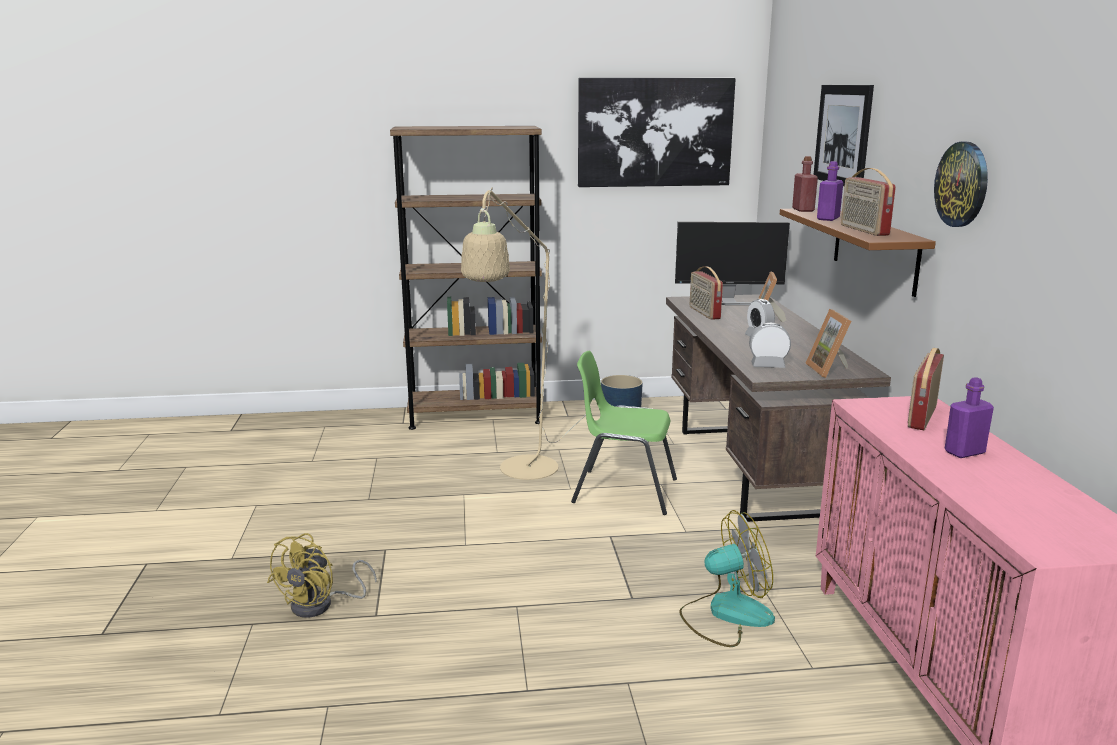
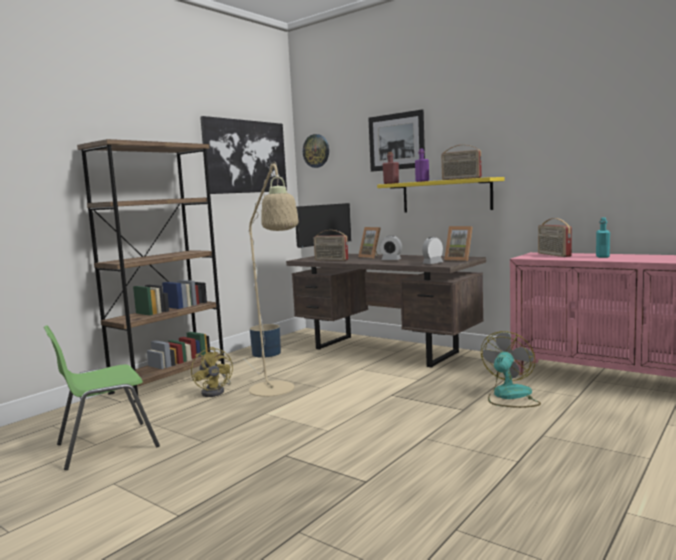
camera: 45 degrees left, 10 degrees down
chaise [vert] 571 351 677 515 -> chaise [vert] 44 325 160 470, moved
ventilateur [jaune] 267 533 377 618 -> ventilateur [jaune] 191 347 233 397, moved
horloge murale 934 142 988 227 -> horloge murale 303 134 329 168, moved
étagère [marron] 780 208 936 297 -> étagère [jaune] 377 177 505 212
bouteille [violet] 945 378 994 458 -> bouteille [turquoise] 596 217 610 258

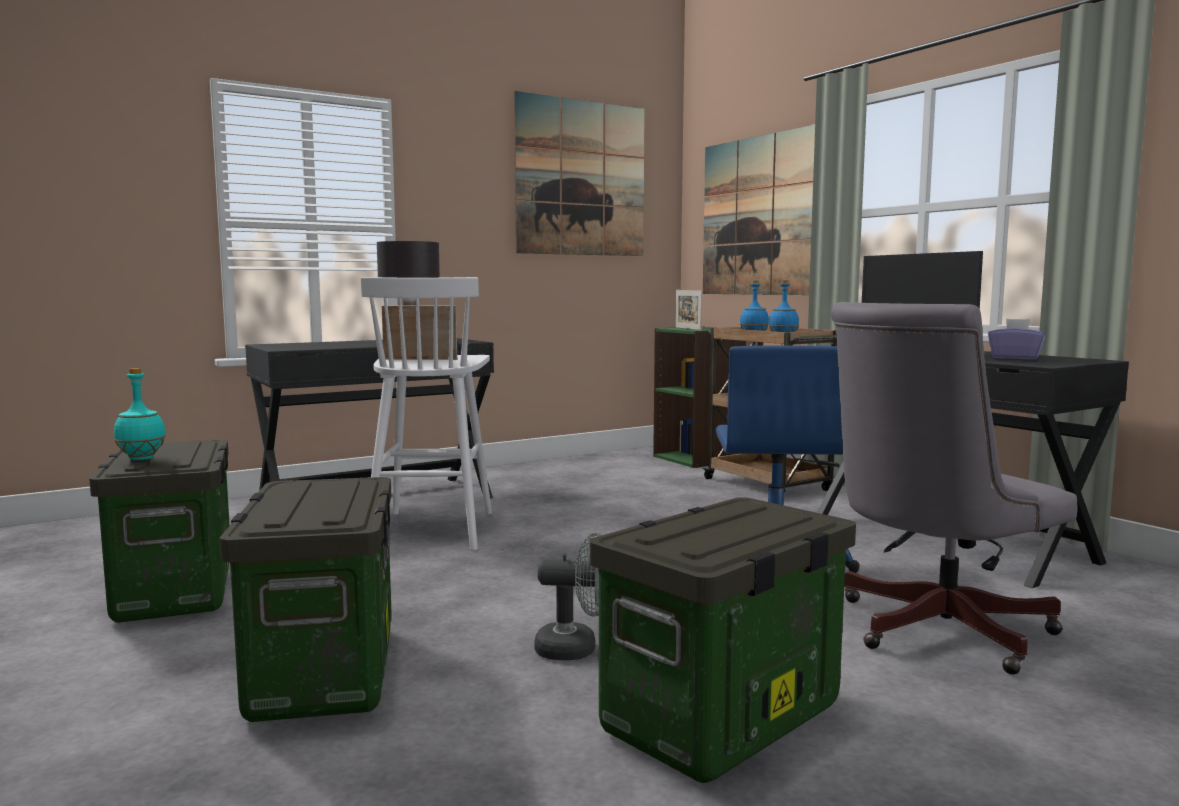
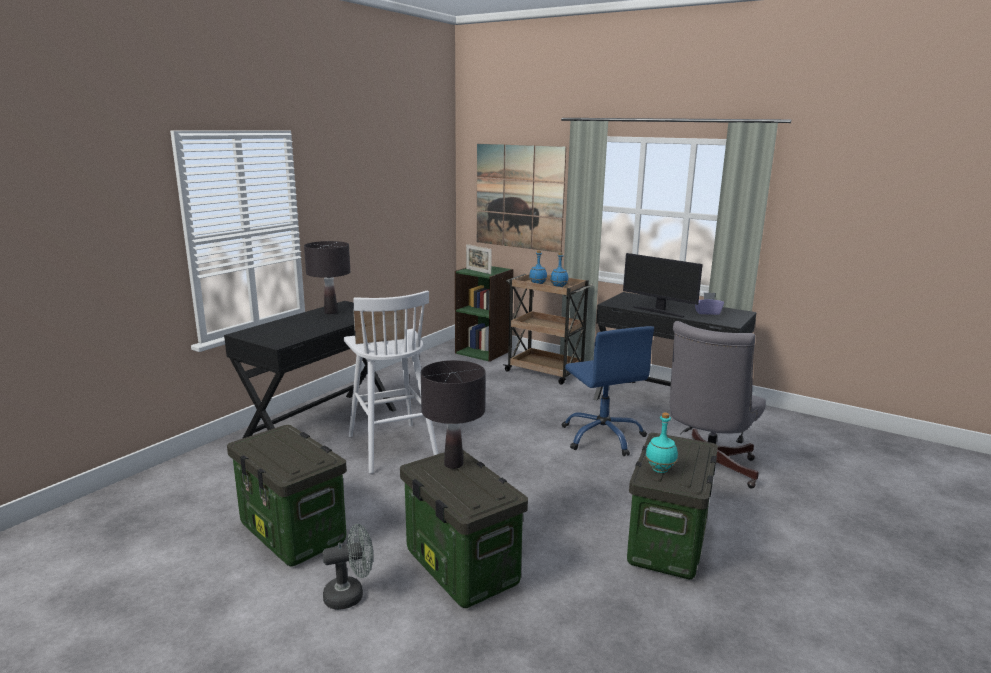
camera: 25 degrees left, 10 degrees up
ventilateur [gris] 534 533 602 660 -> ventilateur [gris] 322 524 373 610, moved
none -> lampe de table [noir] 421 360 486 469
bouteille [turquoise] 114 368 166 460 -> bouteille [turquoise] 646 413 678 473, moved
tableau 514 91 645 256 -> none

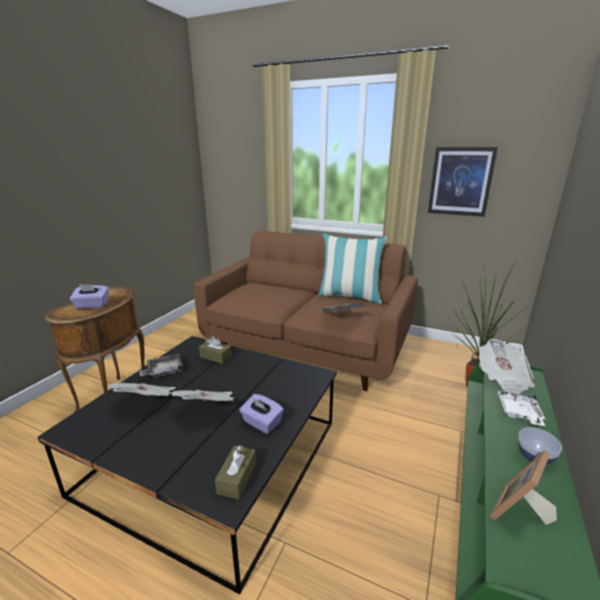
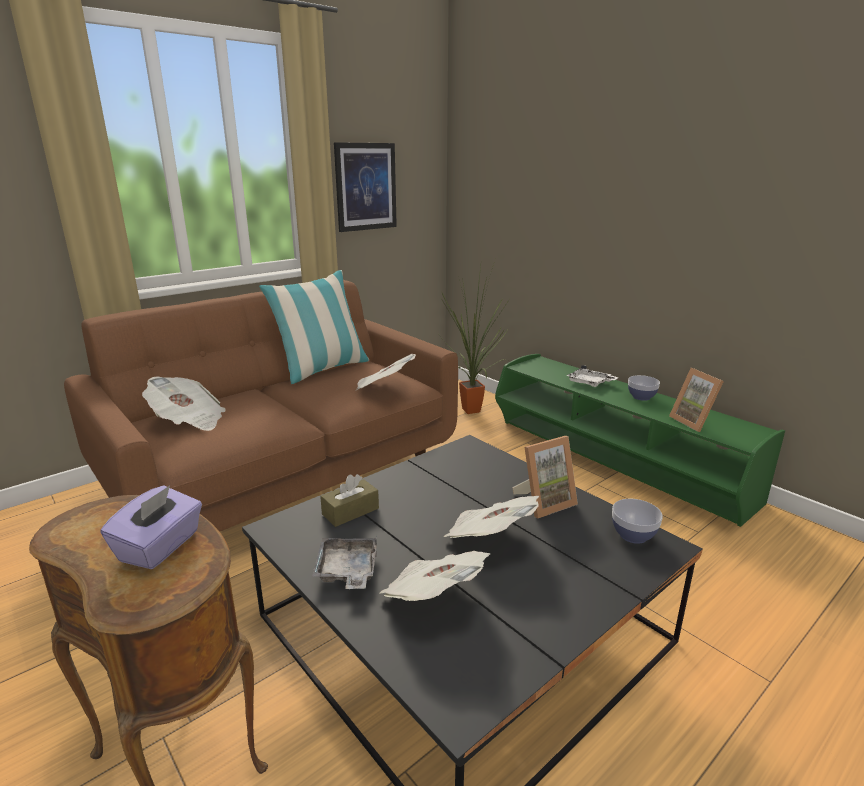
camera: 65 degrees left, 0 degrees up
journal 479 339 535 394 -> journal 142 376 226 431, moved
boîte à mouchoirs [violet] 239 394 284 434 -> cadre photo 512 436 578 518
boîte à mouchoirs [marron] 215 445 256 500 -> bol 612 499 663 544

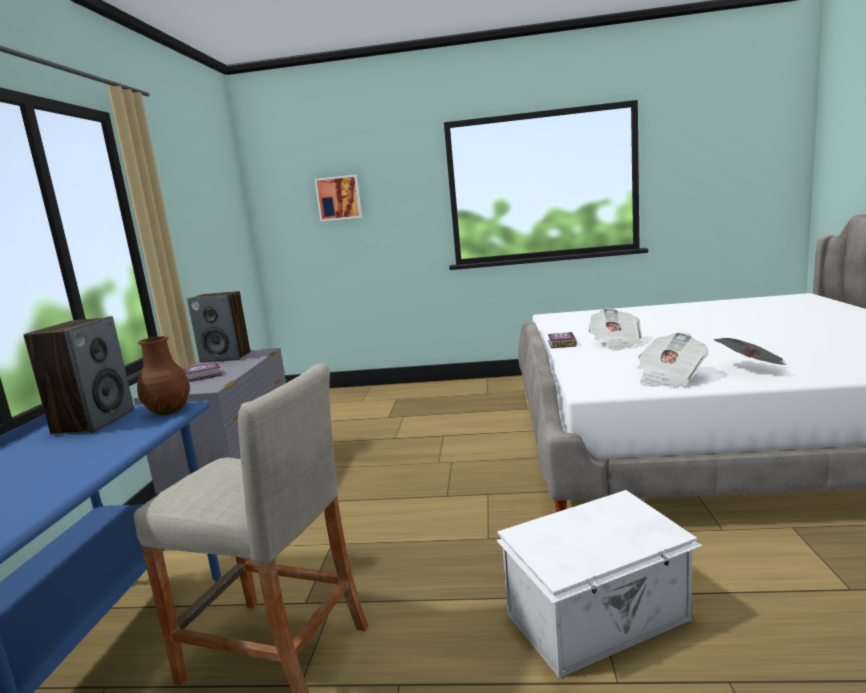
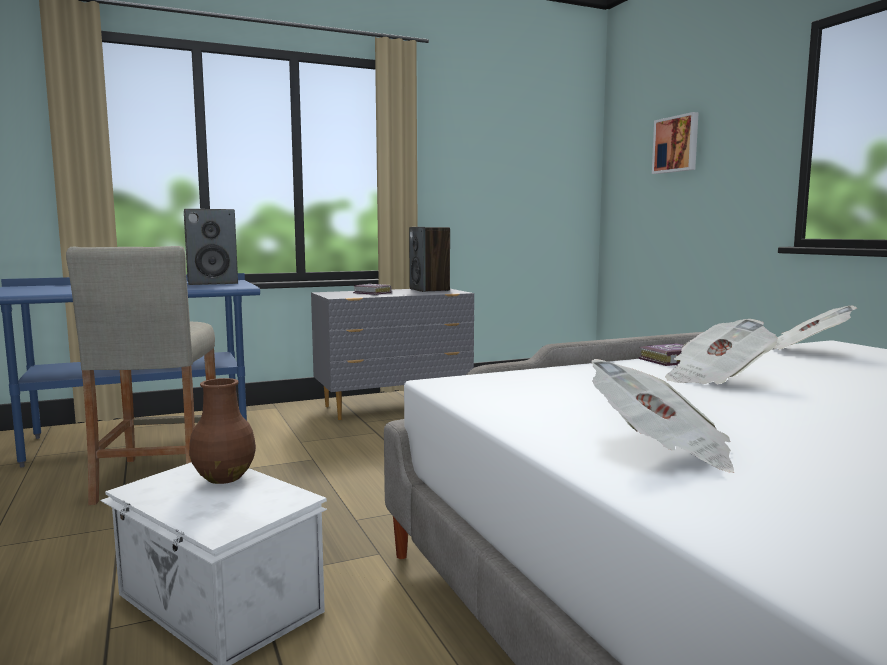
camera: 60 degrees right, 5 degrees down
vase [marron] 137 336 190 415 -> vase [marron] 189 378 256 484, moved
journal 637 332 709 387 -> journal 772 306 857 350, moved

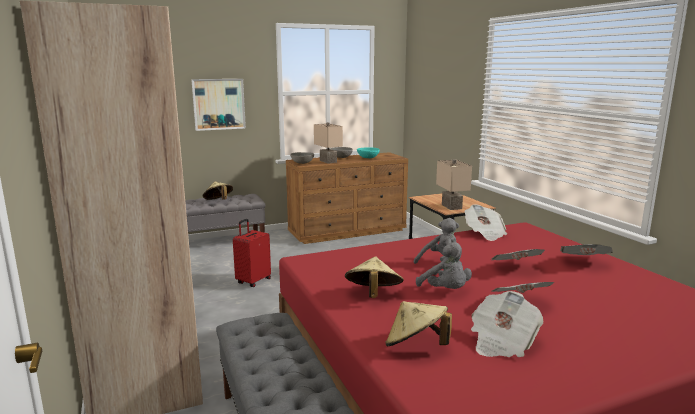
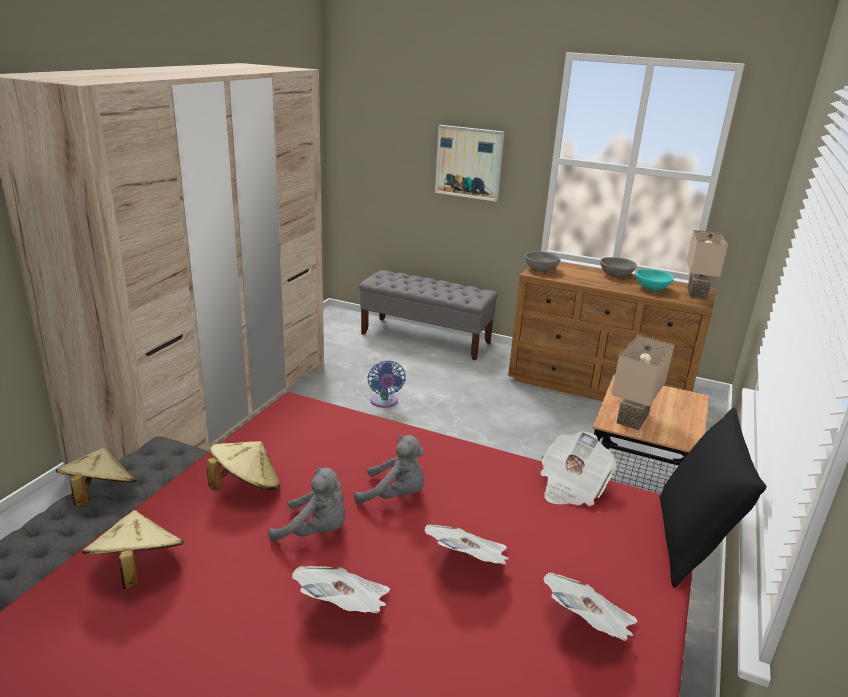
camera: 45 degrees right, 10 degrees up
chapeau [beige] 203 181 233 200 -> chapeau [beige] 56 447 137 507, moved
peluche [gris] 416 242 472 289 -> peluche [gris] 268 468 345 542, 90 degrees counterclockwise
valise [rouge] 233 219 271 287 -> ventilateur [bleu] 367 361 406 408
none -> coussin [noir] 660 407 767 588
lampe de table [beige] 314 122 343 164 -> lampe de table [beige] 687 230 728 299, moved
journal 471 291 543 357 -> none

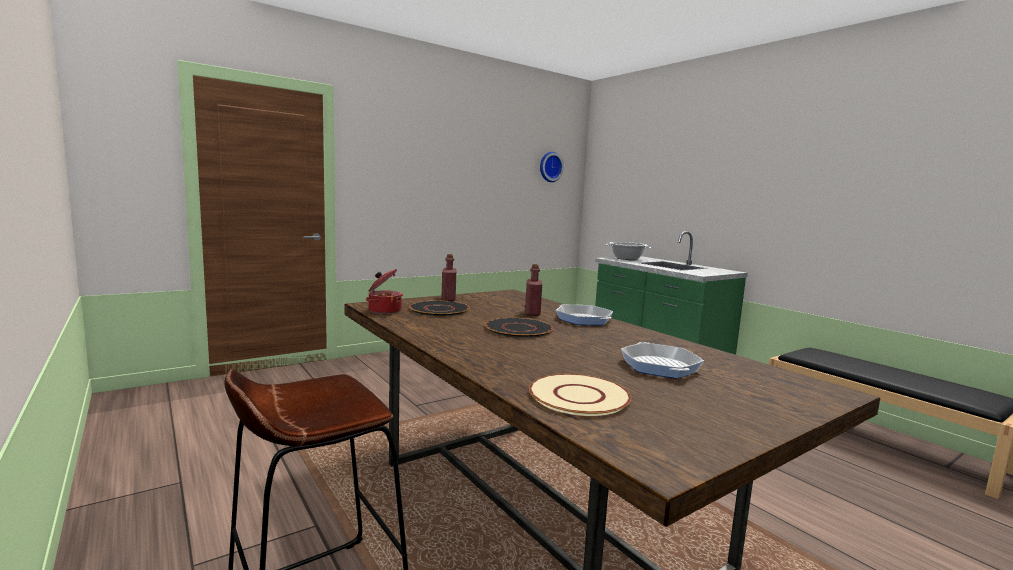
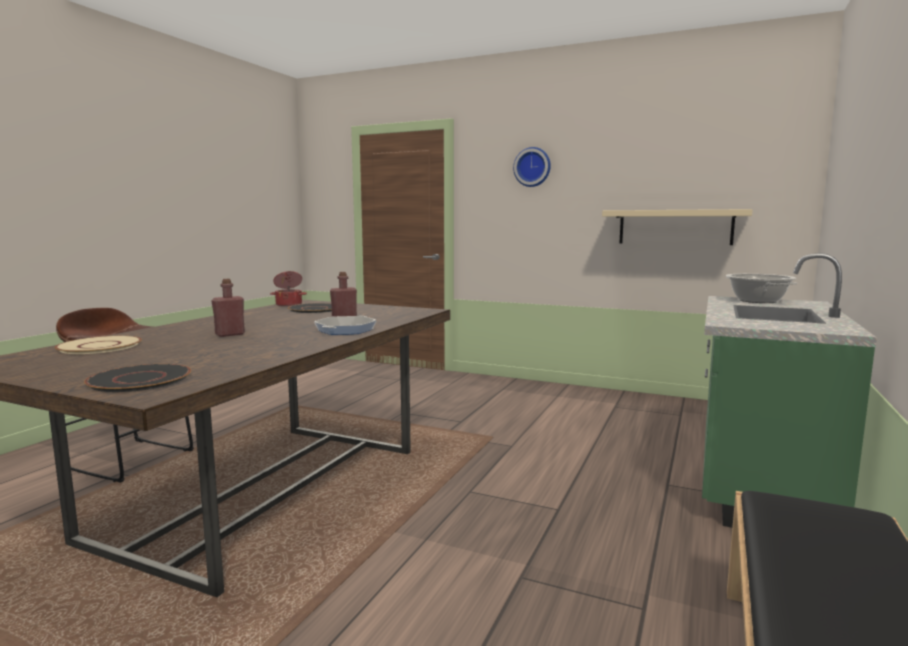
camera: 60 degrees right, 0 degrees up
assiette [noir] 485 318 553 338 -> assiette [noir] 84 364 191 392, moved
bouteille [rouge] 441 254 457 301 -> bouteille [rouge] 211 279 245 337, moved
horloge murale 540 152 564 182 -> horloge murale 513 147 551 187, moved
none -> étagère [beige] 602 209 753 245
poêle 621 342 704 379 -> none

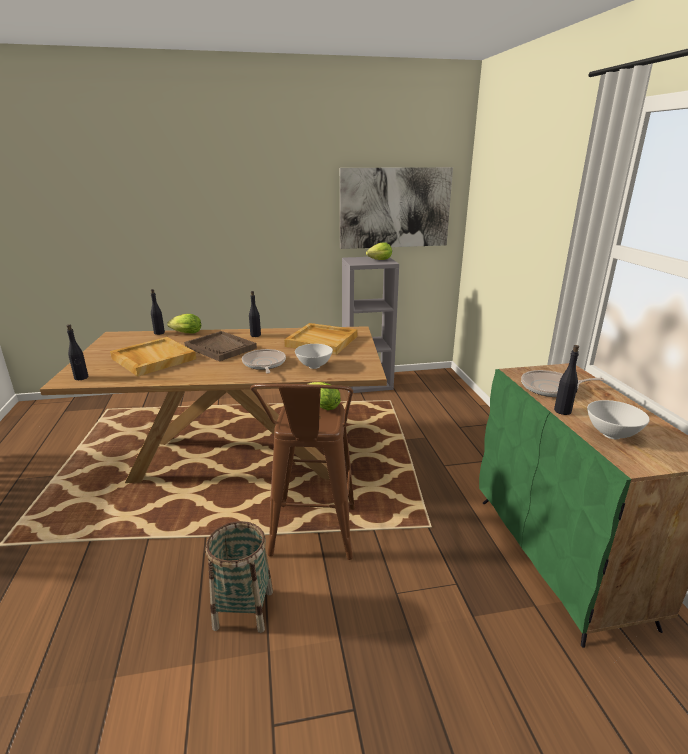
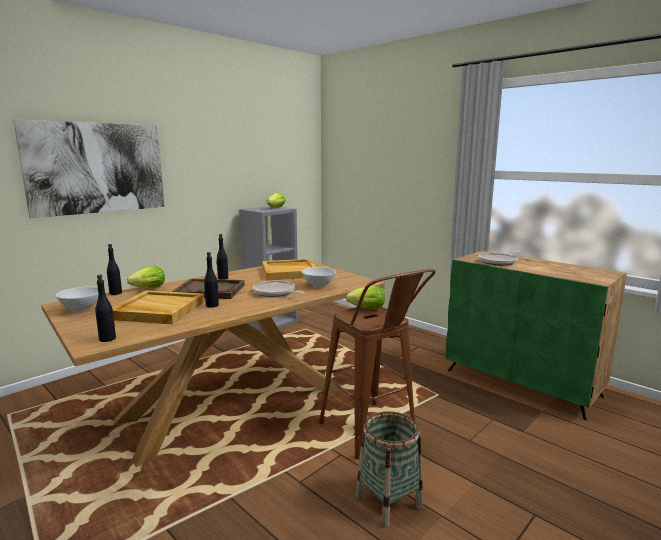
camera: 35 degrees left, 10 degrees down
tableau 340 167 453 249 -> tableau 13 119 165 218, moved
bol [blanc] 587 400 650 439 -> bol [blanc] 56 287 98 312, moved
bouteille [noir] 554 345 579 415 -> bouteille [noir] 204 252 219 308, moved

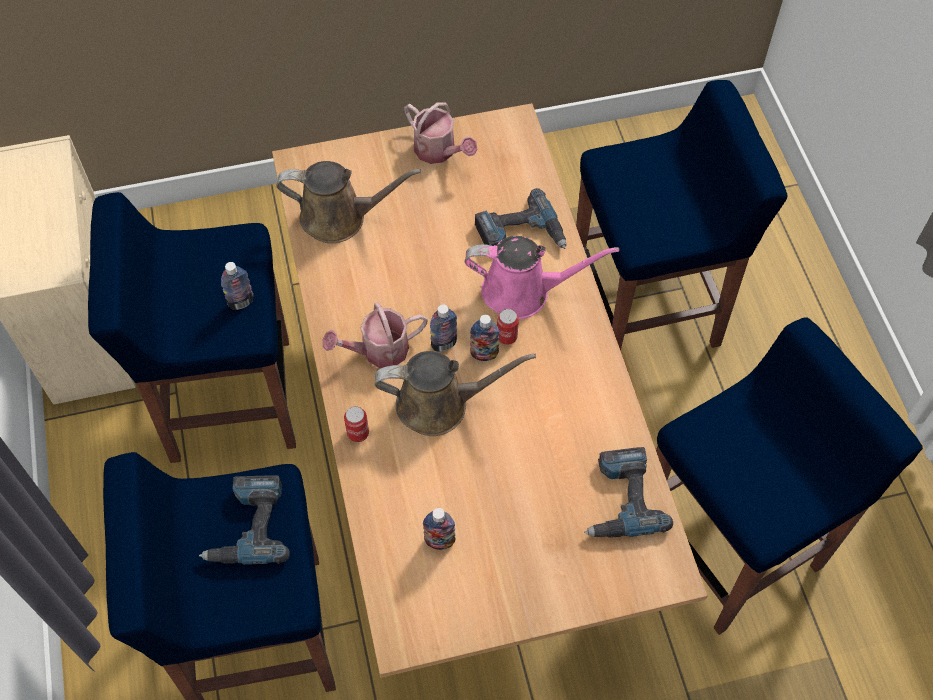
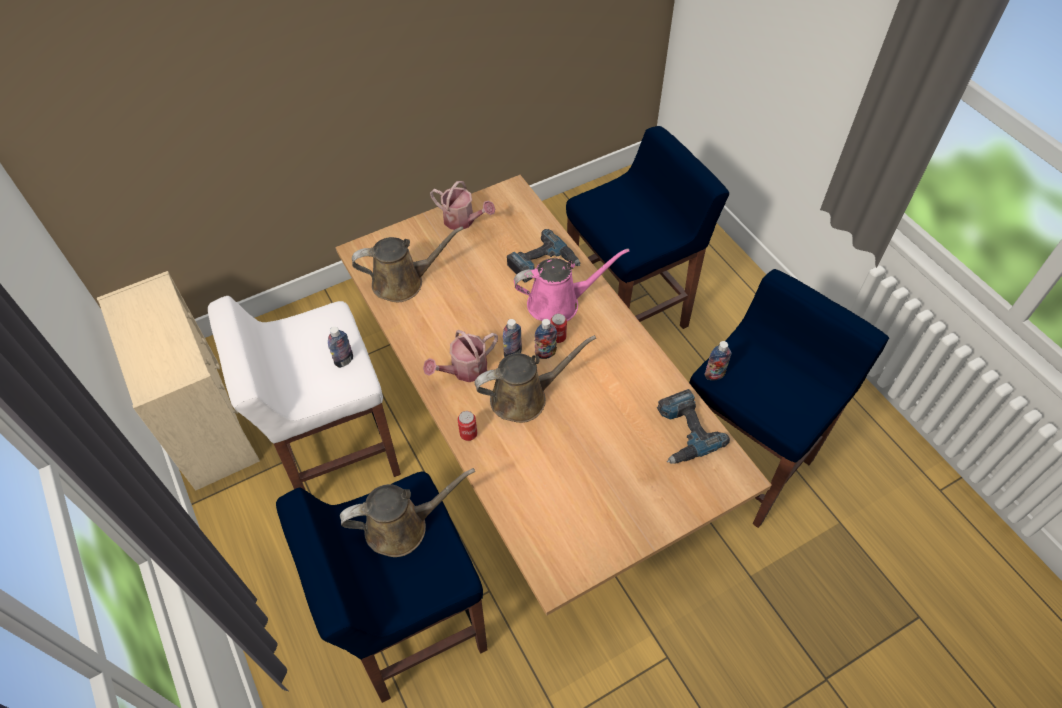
camera: 15 degrees left, 5 degrees down
tabouret [bleu] 88 192 296 463 -> tabouret [blanc] 208 296 401 491
perceuse 199 475 290 565 -> arrosoir [marron] 340 468 475 557
bouteille 423 508 455 550 -> bouteille 704 341 732 380, moved

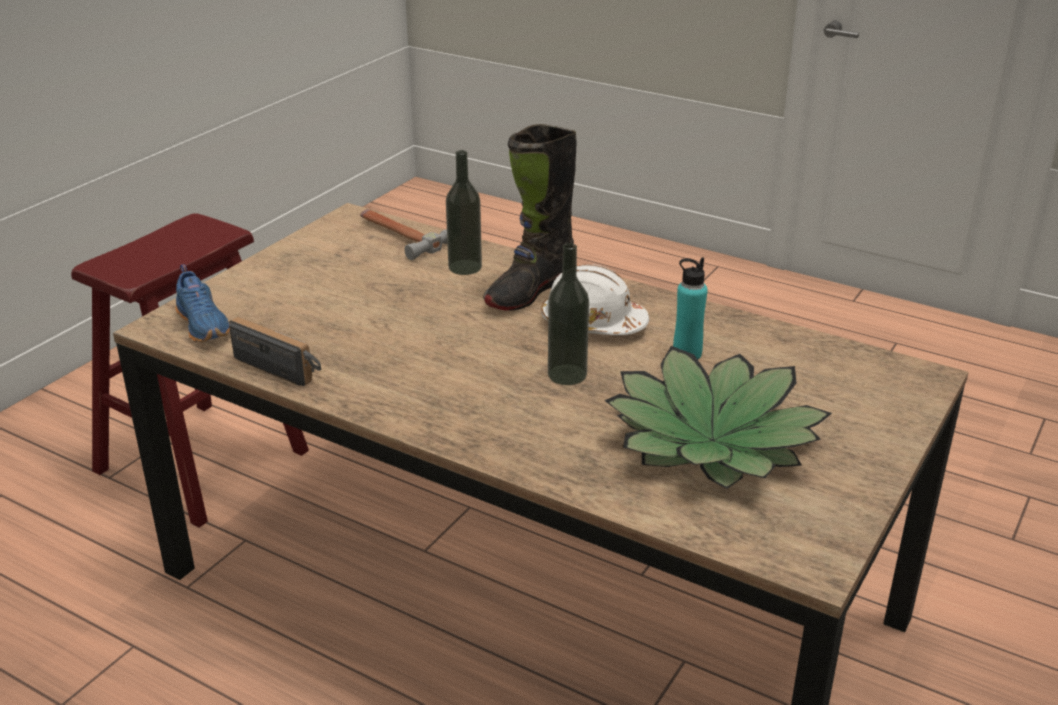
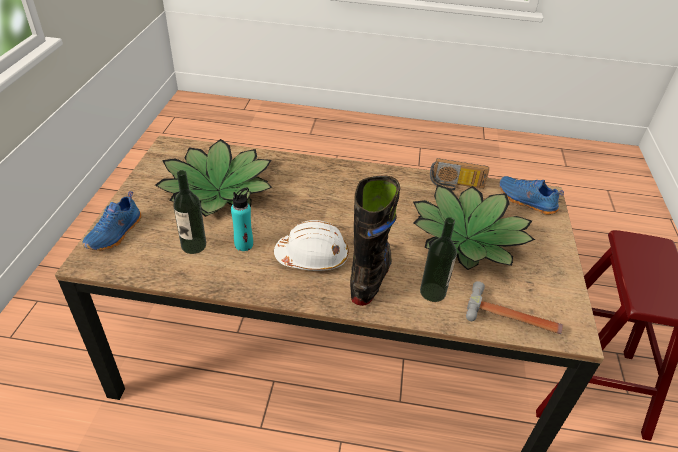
camera: 155 degrees right, 10 degrees up
none -> chaussure [bleu] 82 191 141 251
bouteille 548 243 589 385 -> bouteille 173 170 206 254, moved
none -> plante en pot 413 184 535 270

